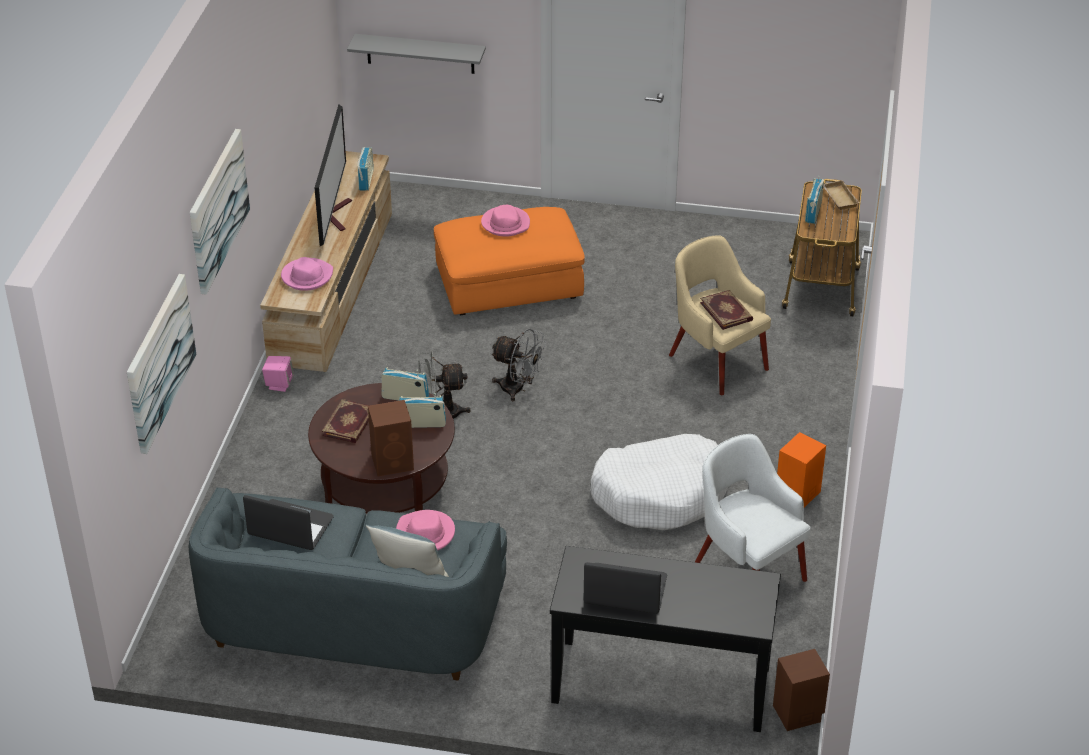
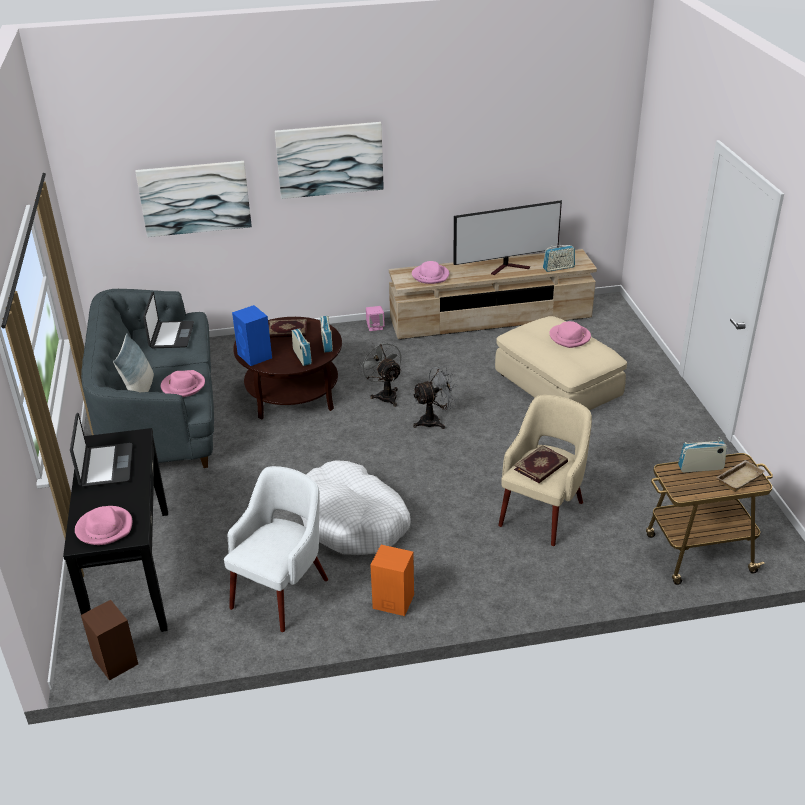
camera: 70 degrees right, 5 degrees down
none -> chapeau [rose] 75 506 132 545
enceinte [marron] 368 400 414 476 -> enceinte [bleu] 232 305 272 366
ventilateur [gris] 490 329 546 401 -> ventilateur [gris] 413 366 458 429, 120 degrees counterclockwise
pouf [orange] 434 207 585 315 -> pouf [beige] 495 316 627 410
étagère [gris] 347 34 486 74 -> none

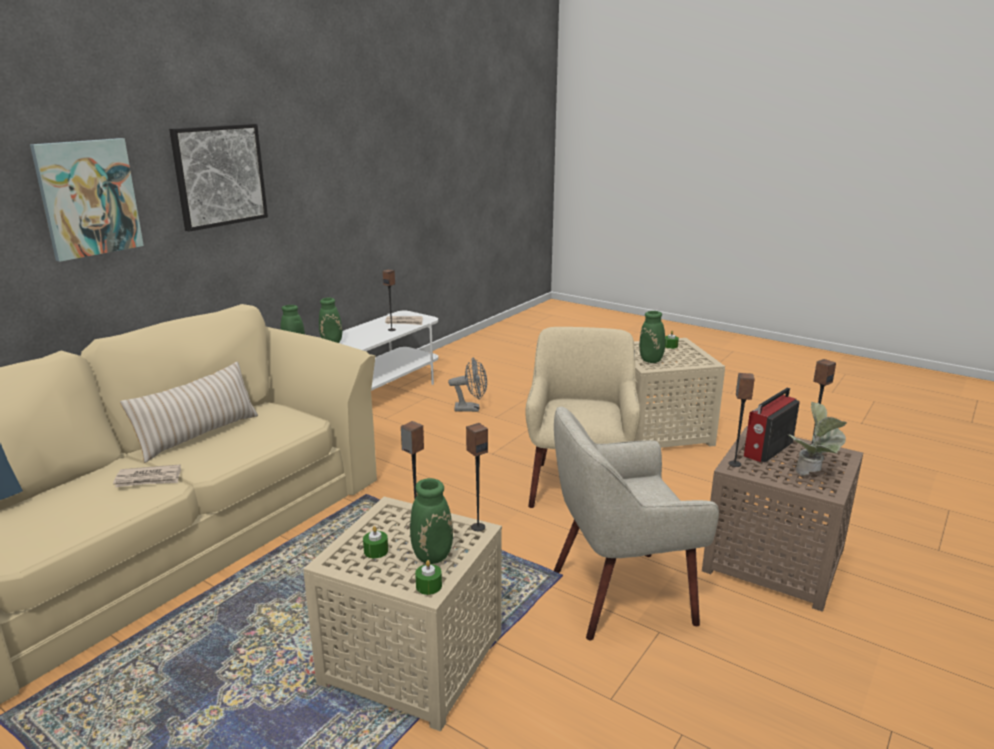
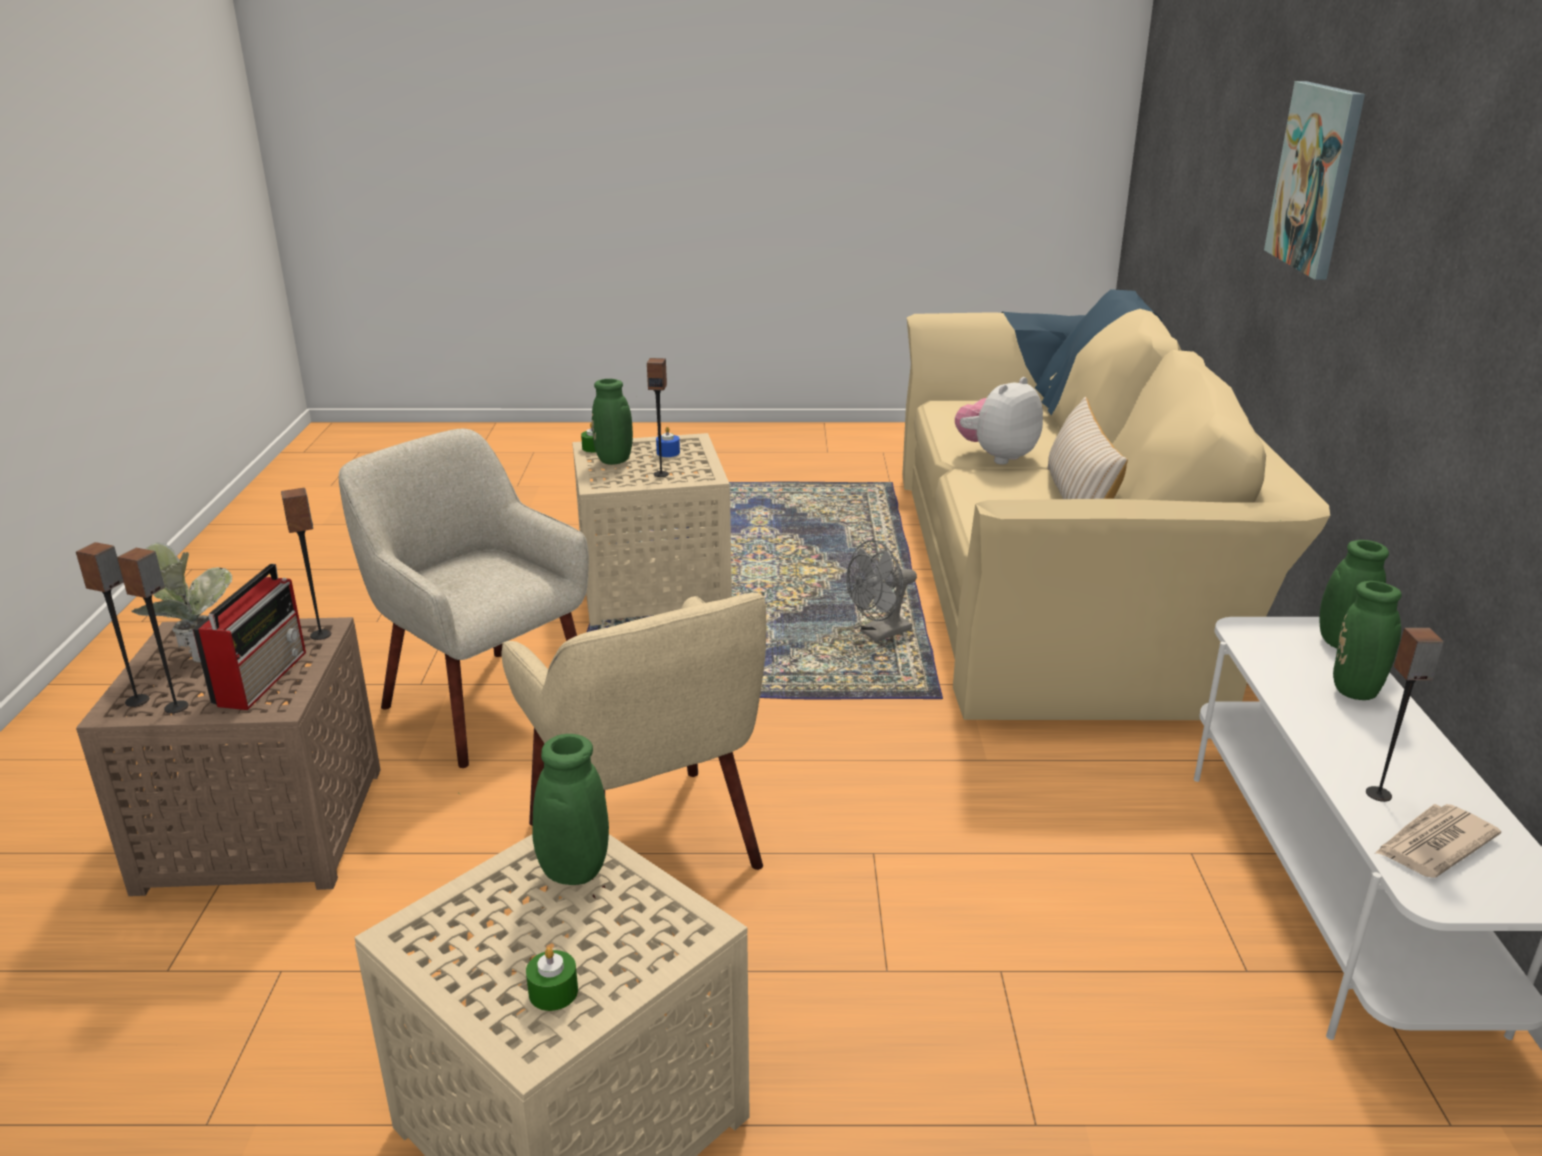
camera: 145 degrees right, 5 degrees up
enceinte 466 423 488 531 -> enceinte 76 542 149 707, moved
fauteuil [beige] 554 407 719 640 -> fauteuil [beige] 339 429 589 768, 90 degrees counterclockwise
bougie [vert] 363 526 388 558 -> bougie [bleu] 656 426 680 457
ventilateur [gris] 448 358 487 412 -> ventilateur [gris] 846 540 917 642, moved
journal 113 464 181 487 -> peluche 955 377 1043 465
tableau 169 124 268 232 -> none

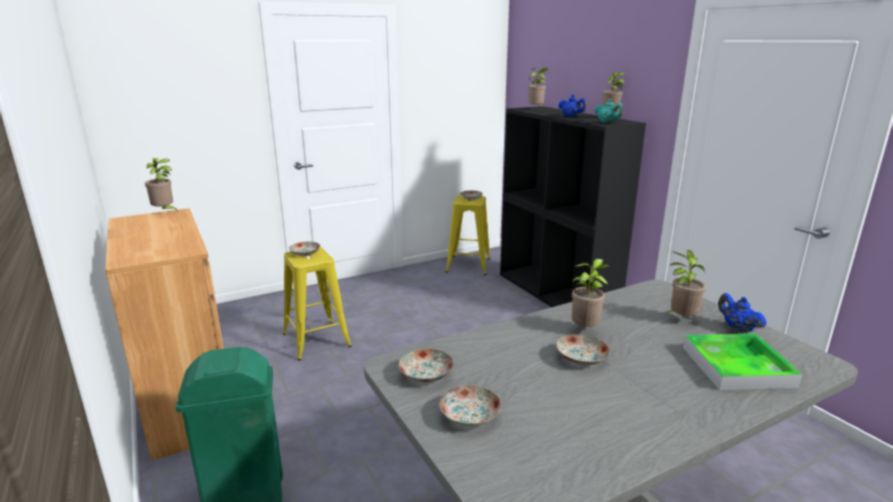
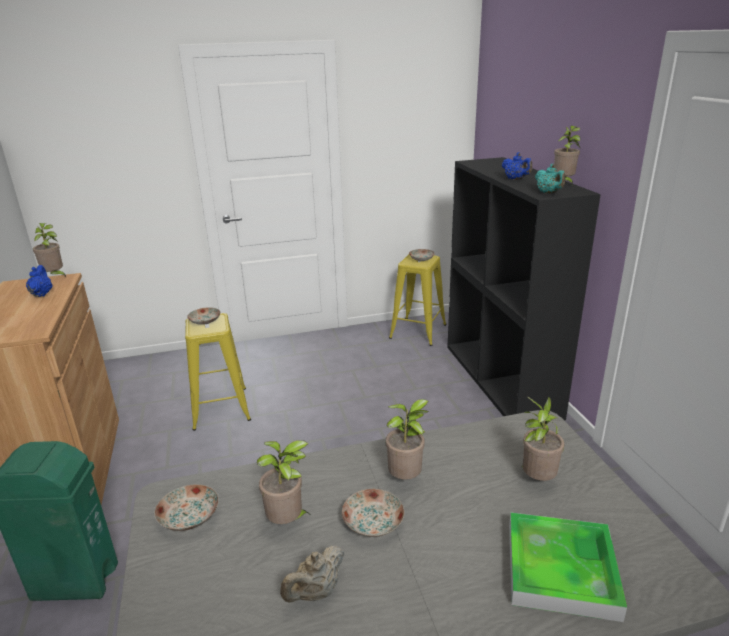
camera: 15 degrees right, 5 degrees up
théière [bleu] 718 293 766 333 -> théière [bleu] 26 265 53 297, moved
plante en pot 528 68 548 108 -> plante en pot 257 440 309 524, moved
none -> théière [beige] 280 546 344 603
assiette 439 386 501 427 -> none

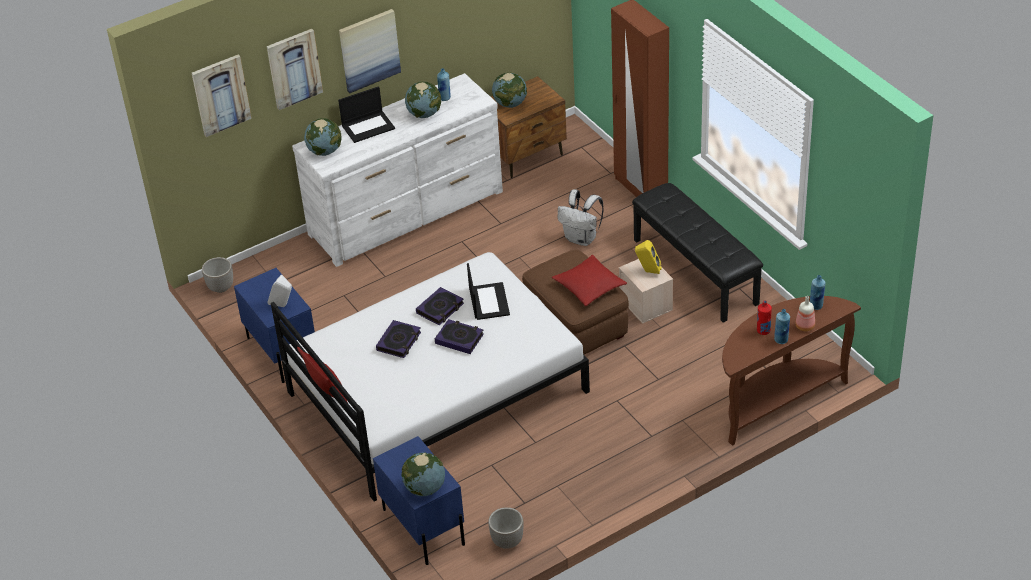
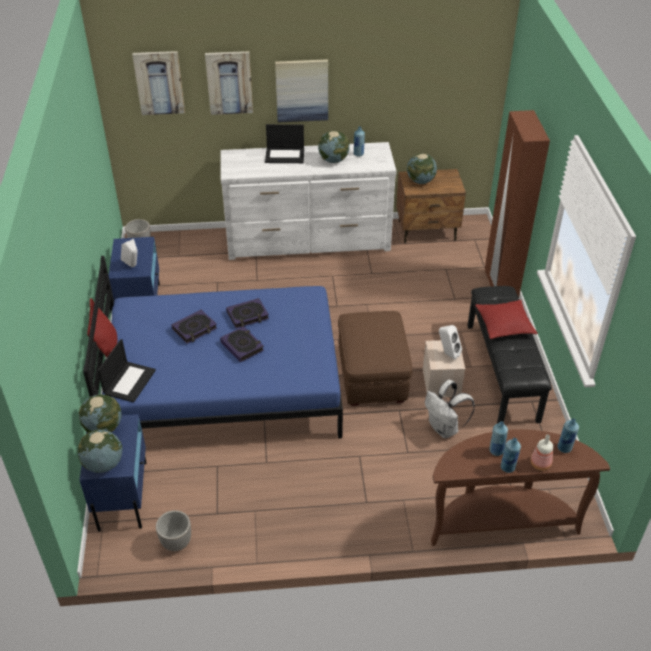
camera: 25 degrees right, 0 degrees up
globe 304 119 342 156 -> globe 79 394 121 433, moved
lit [blanc] 271 252 590 501 -> lit [bleu] 83 256 343 439
ordinateur portable 467 263 510 320 -> ordinateur portable 98 339 156 402, moved
sac à dos [blanc] 558 189 604 246 -> sac à dos [blanc] 425 380 475 438, moved
enceinte [jaune] 635 240 662 274 -> enceinte [blanc] 439 325 462 360
coussin [rouge] 552 255 627 306 -> coussin [rouge] 475 300 538 339, moved
bouteille [rouge] 757 300 772 335 -> bouteille [bleu] 490 421 508 456

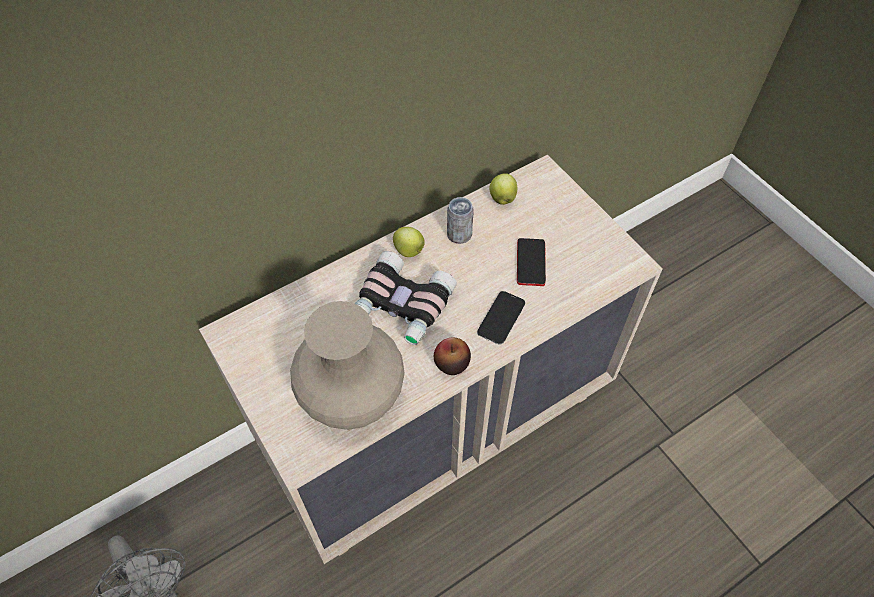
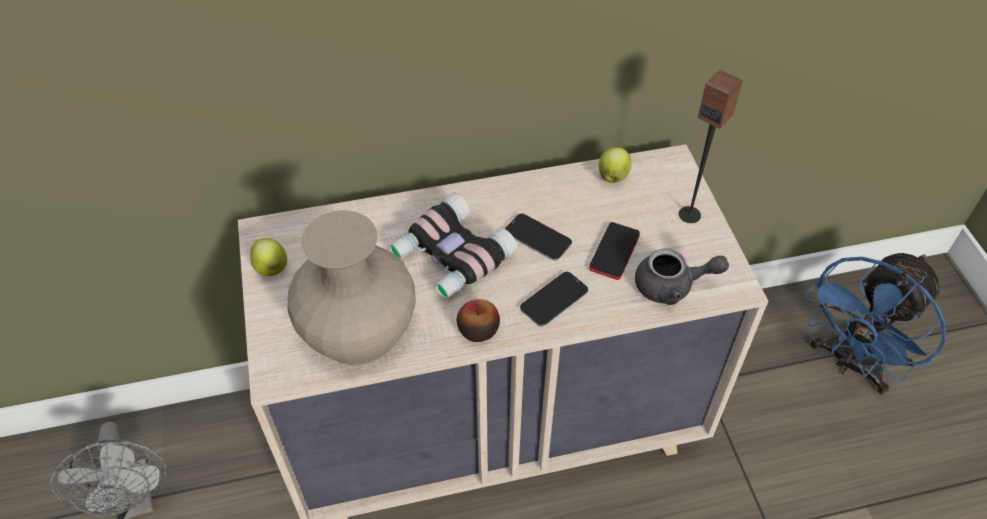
camera: 20 degrees right, 5 degrees down
pomme 393 227 425 257 -> pomme 250 238 287 276, moved
none -> téléphone 505 214 572 261
none -> théière [gris] 635 249 729 305
none -> enceinte 679 70 743 223
none -> ventilateur [bleu] 805 253 946 395
boîte métallique 447 197 474 244 -> none

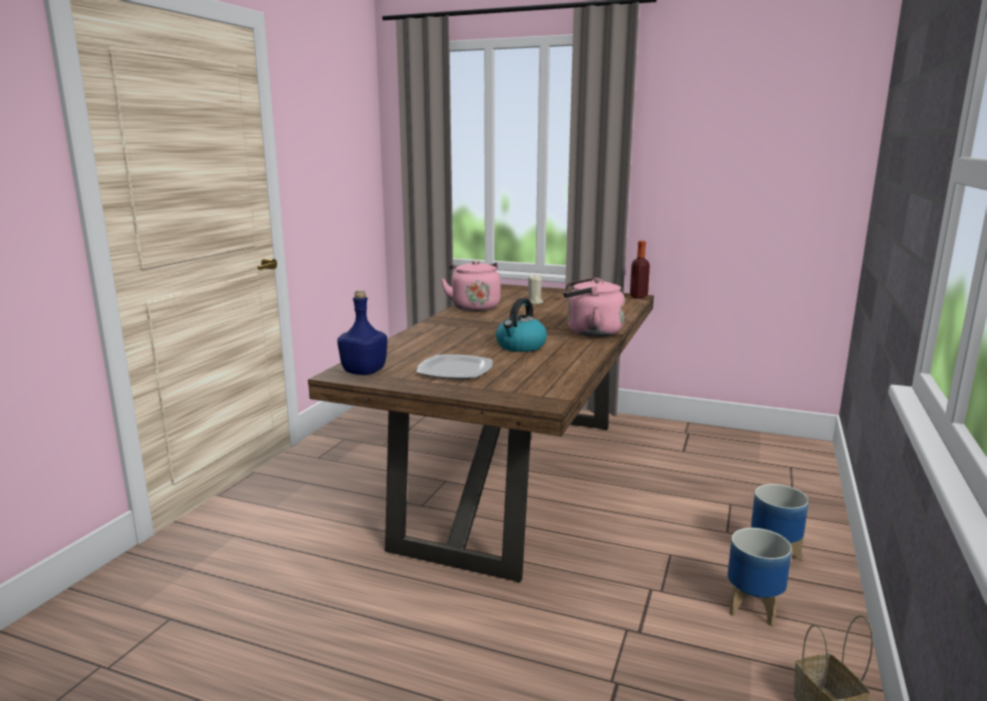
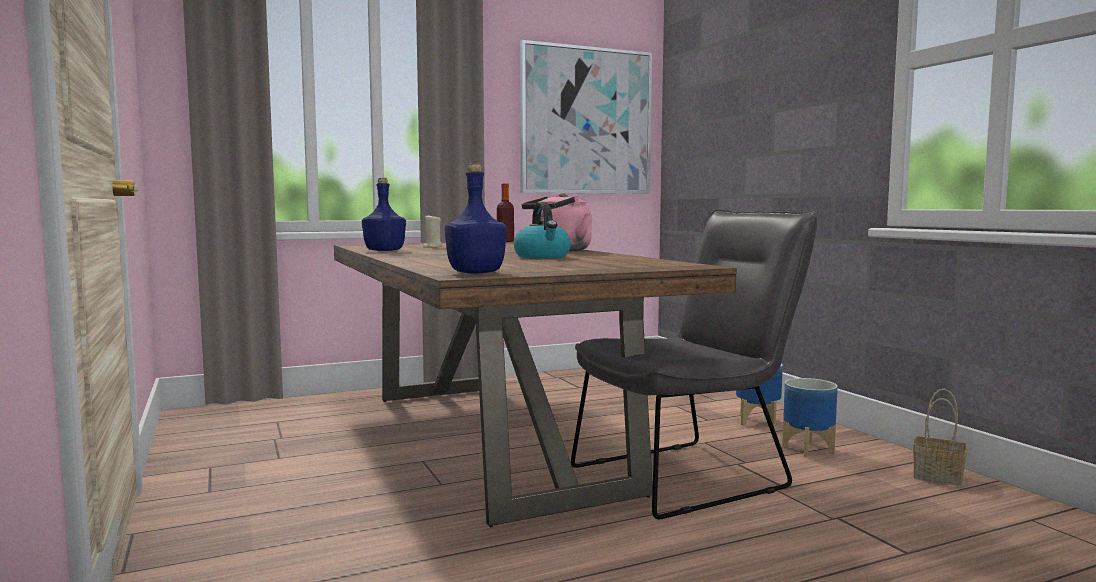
camera: 45 degrees left, 10 degrees down
bouilloire [rose] 441 260 500 311 -> bouteille [bleu] 362 178 406 251
none -> tableau 520 40 652 194
none -> chaise [gris] 571 209 817 519
assiette 417 354 493 379 -> none

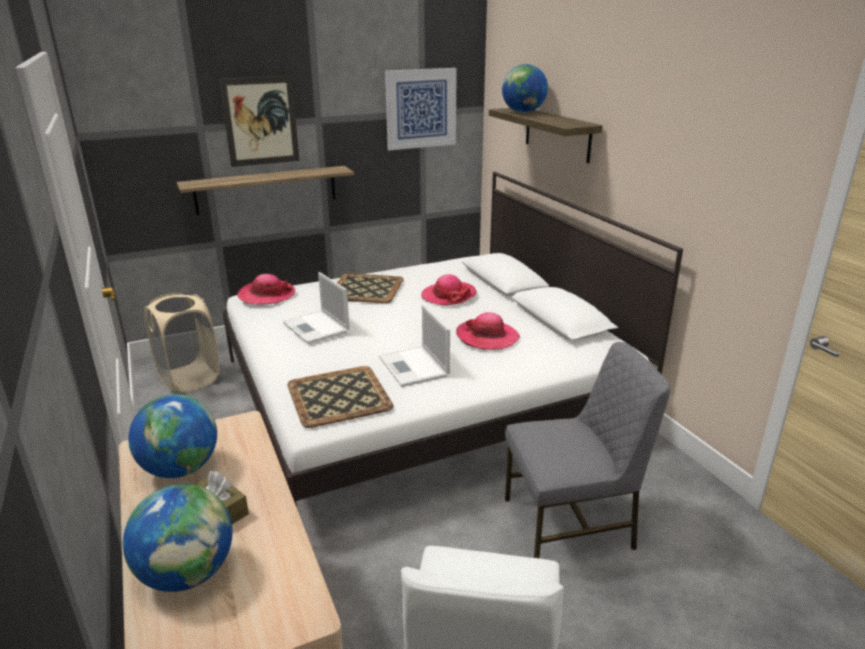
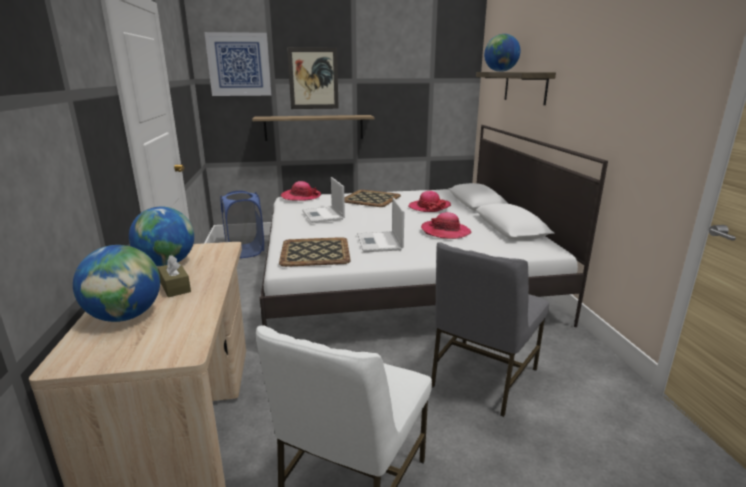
camera: 15 degrees right, 5 degrees down
tableau 385 68 457 150 -> tableau 204 32 271 96, moved
panier à linge [beige] 144 293 220 393 -> panier à linge [bleu] 220 191 264 258
chaise [gris] 505 342 670 558 -> chaise [gris] 431 242 549 417, 120 degrees clockwise

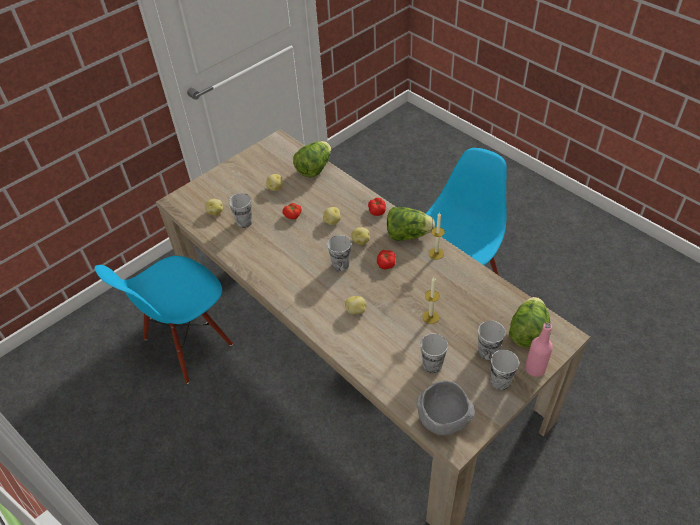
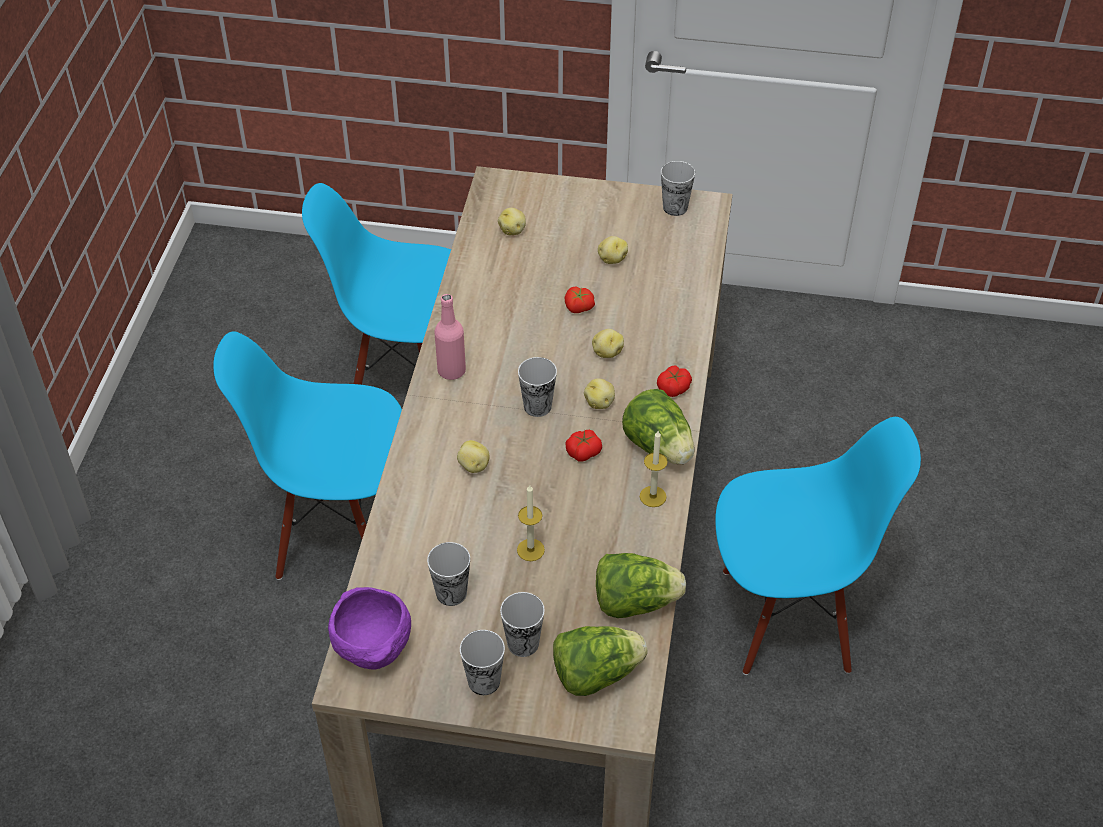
camera: 50 degrees right, 0 degrees up
none -> chaise [bleu] 213 331 402 580
bol [gris] 416 381 475 436 -> bol [violet] 328 587 411 669
bouteille [rose] 525 323 553 377 -> bouteille [rose] 434 294 466 380, moved
laitue 293 141 331 178 -> laitue 596 553 686 618, moved
tasse 229 193 253 228 -> tasse 661 161 695 216, moved

